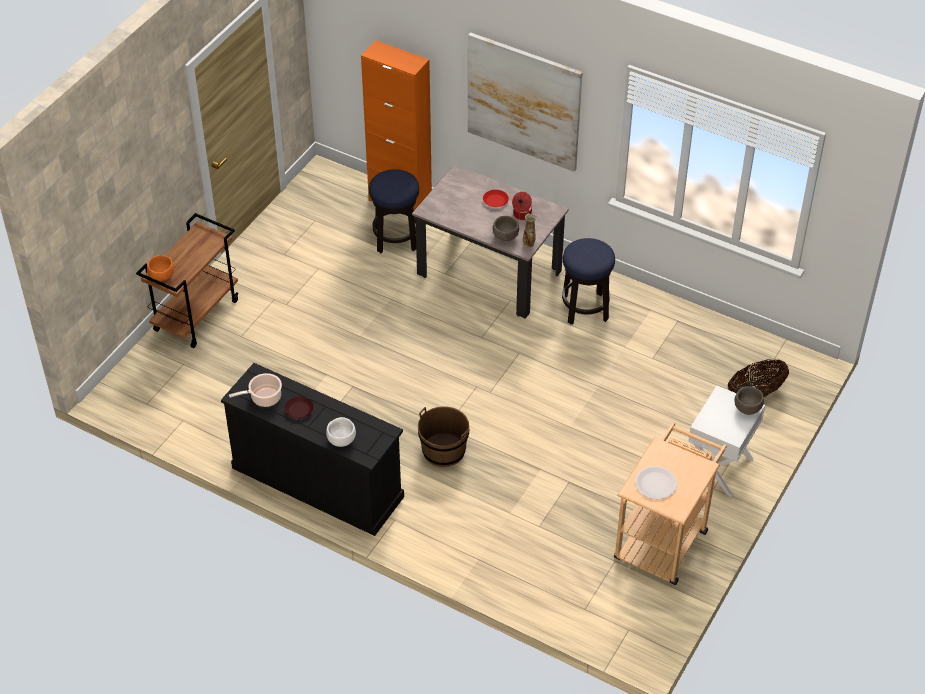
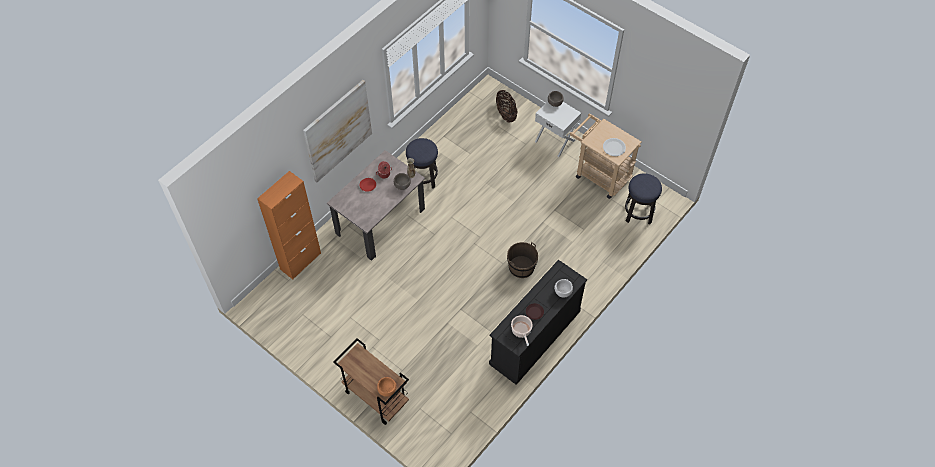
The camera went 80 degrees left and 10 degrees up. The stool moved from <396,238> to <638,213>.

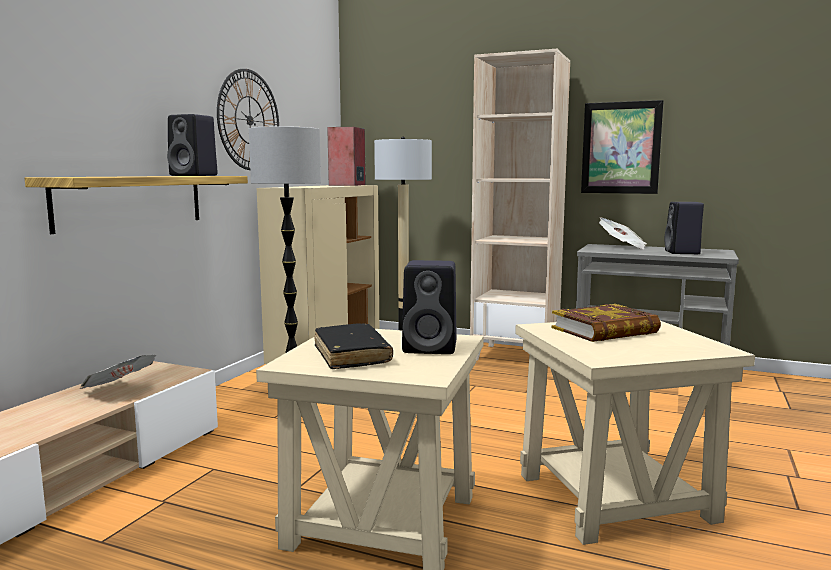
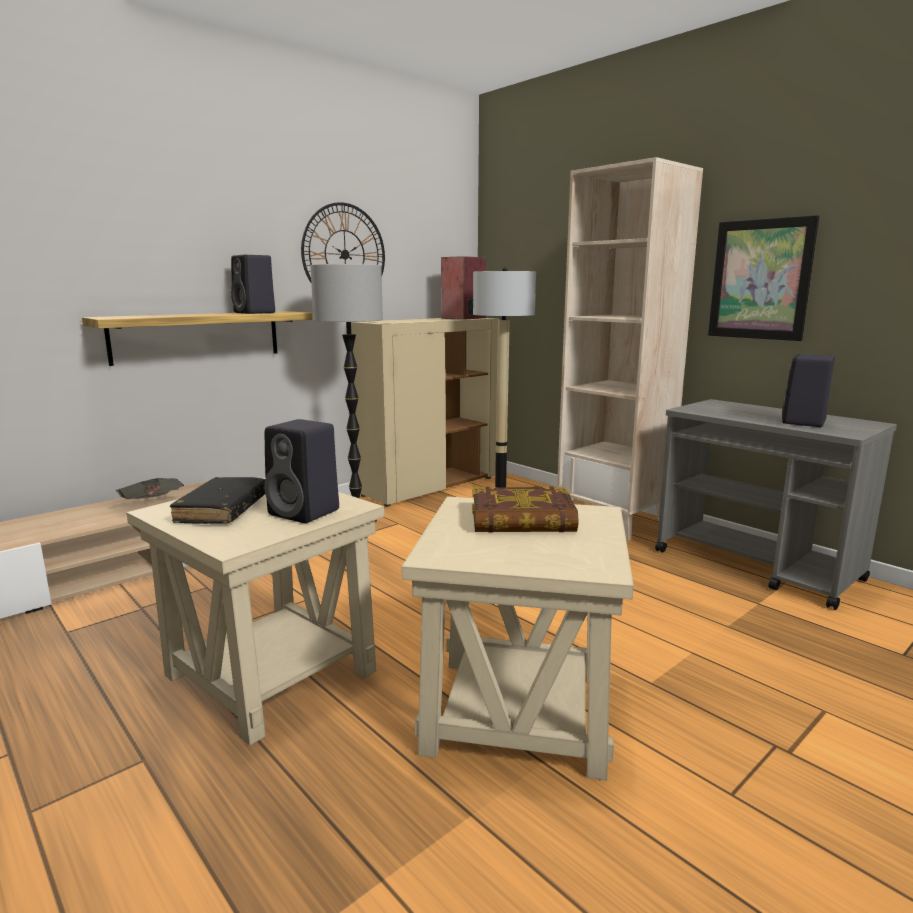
The camera went 25 degrees right and 5 degrees up. The daily paper at <622,247> disappeared.

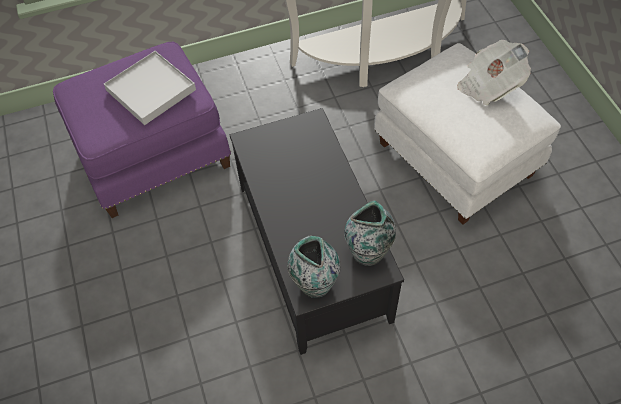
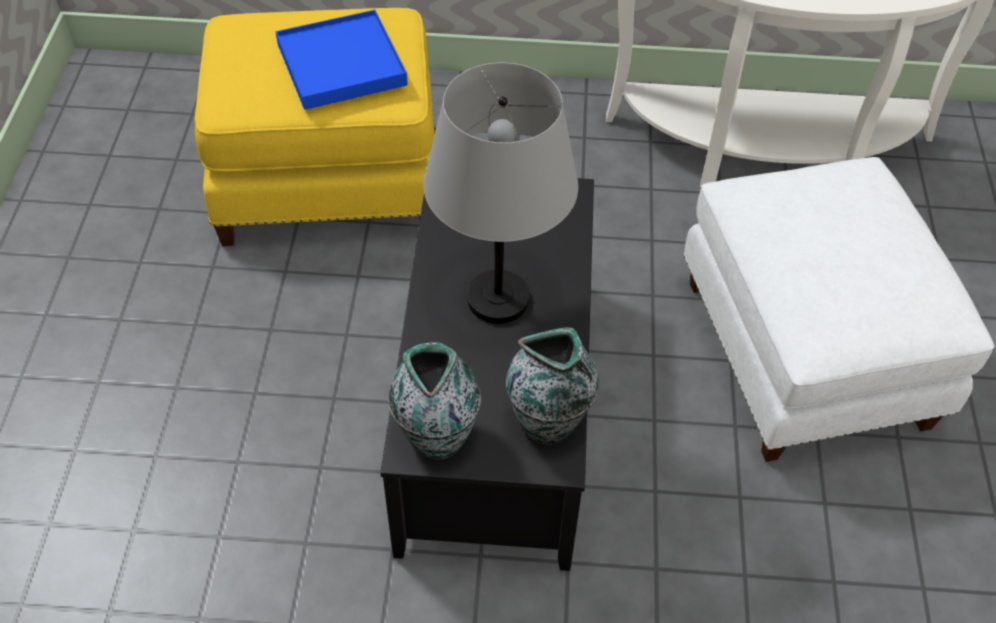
The camera went 20 degrees right and 5 degrees down. The purple pouffe at <153,155> became the yellowish pouffe at <329,179>. The whitish serving tray at <151,90> became the bluish serving tray at <342,64>. The greyish lamp for a table at <498,300> appeared. The daily paper at <489,84> disappeared.

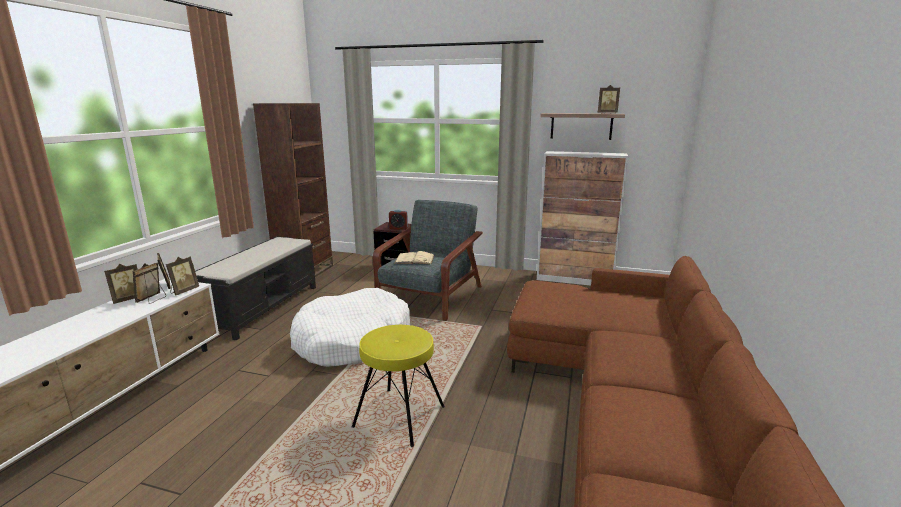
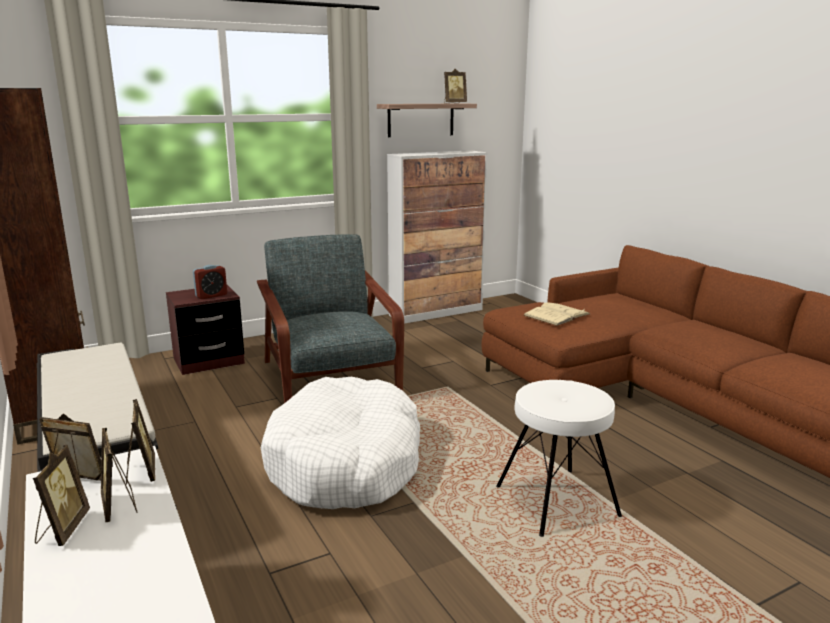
The camera went 45 degrees left and 0 degrees up. The yellowish stool at <399,417> became the whitish stool at <557,501>. The beige-coloured bound book moved from <414,259> to <556,315>.

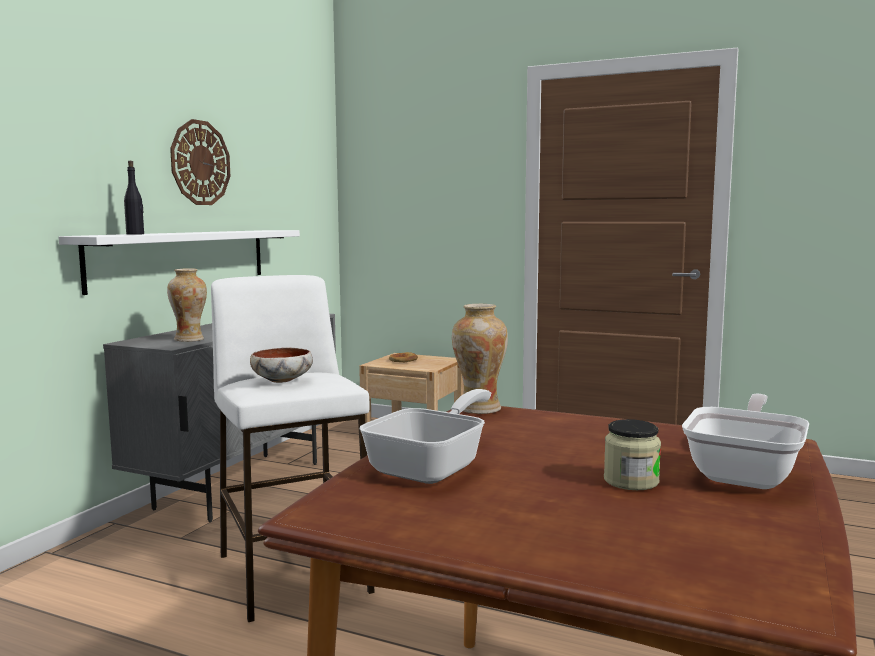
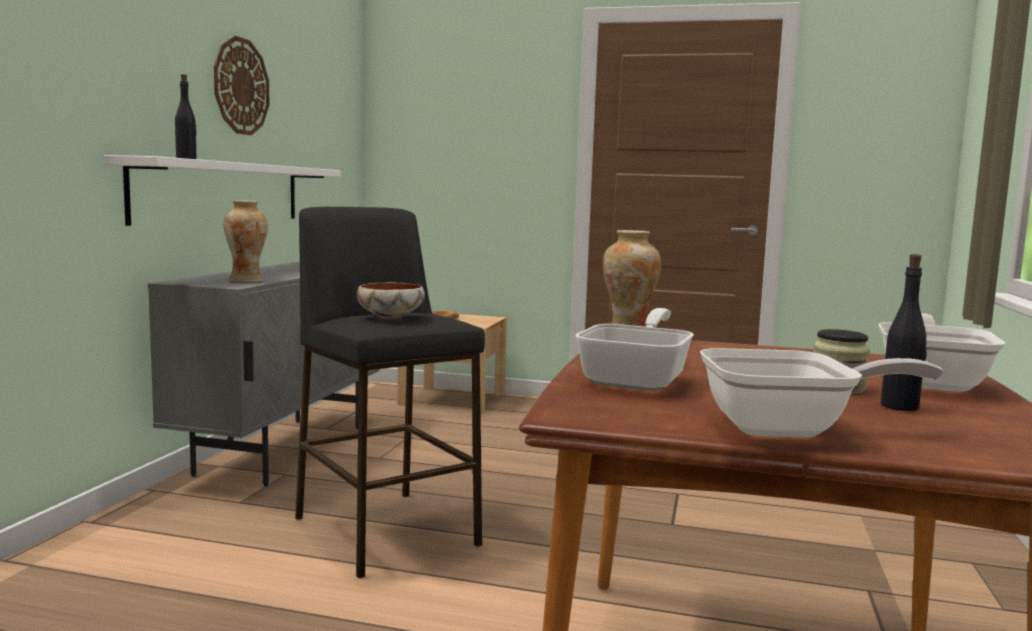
The camera went 10 degrees left and 0 degrees up. The whitish stool at <293,572> became the black-coloured stool at <385,530>. The frying pan at <789,429> appeared. The black-coloured beverage bottle at <900,406> appeared.

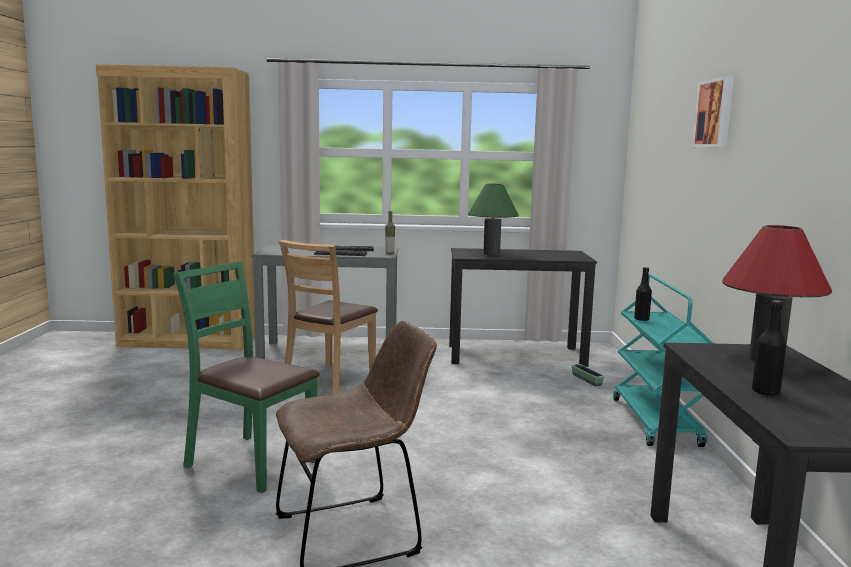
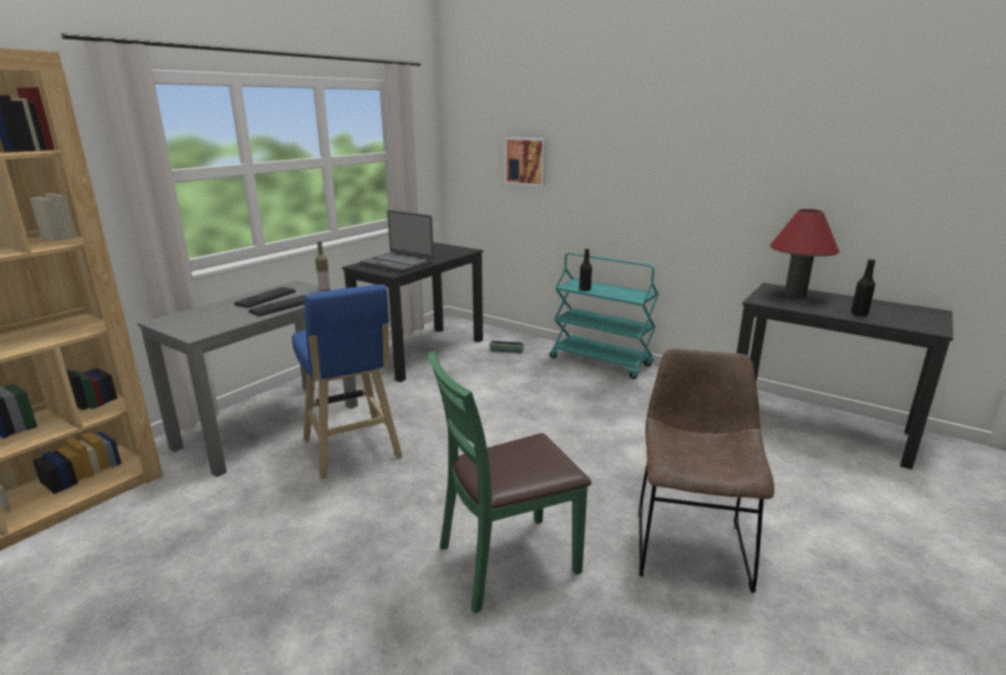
The camera went 55 degrees left and 10 degrees up. The brownish plain chair at <330,380> was replaced by the bluish stool at <352,451>. The green lamp for a table at <491,253> was replaced by the portable computer at <397,263>. The wall art moved from <715,113> to <526,161>.

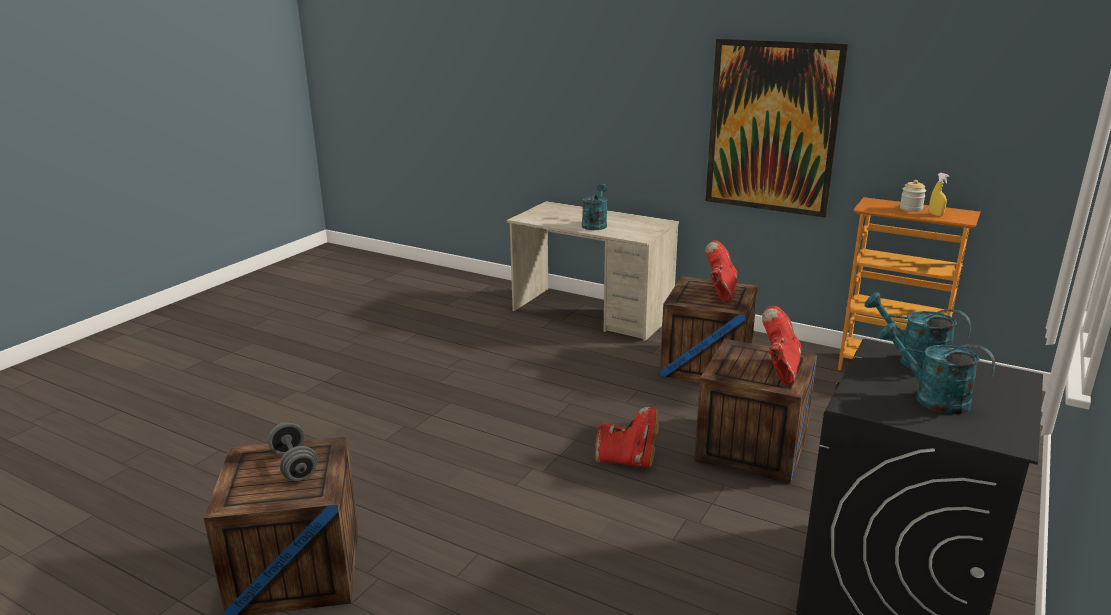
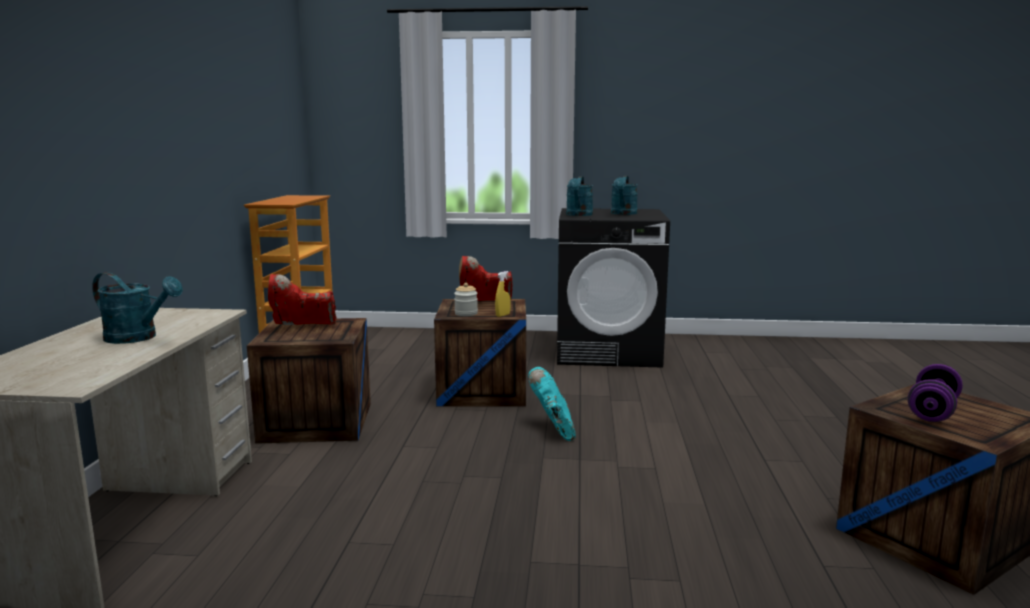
The camera went 115 degrees left and 10 degrees down. The blue-green watering pot at <595,224> turned 150 degrees counterclockwise. The storage jar moved from <911,209> to <466,313>. The yellowish hand sprayer moved from <935,214> to <502,315>. The red high-top boot at <628,461> became the blue-green high-top boot at <554,429>. The greyish hand weight at <294,465> became the purple hand weight at <932,411>. The wall art at <772,127> disappeared.

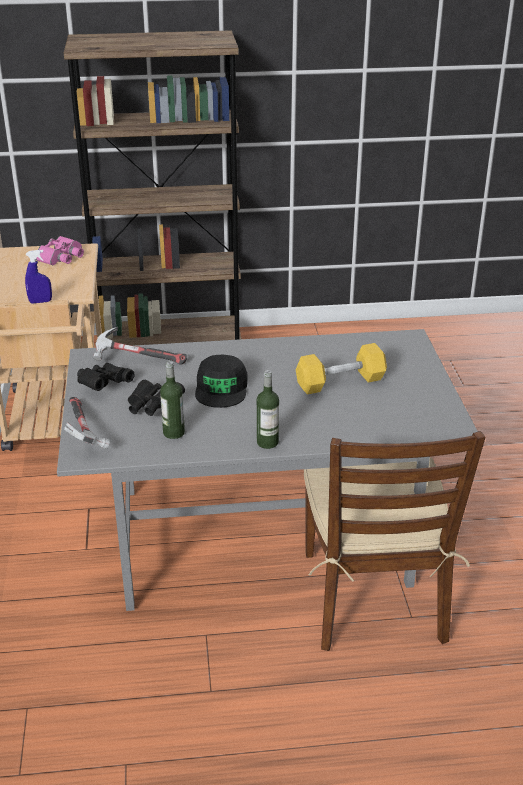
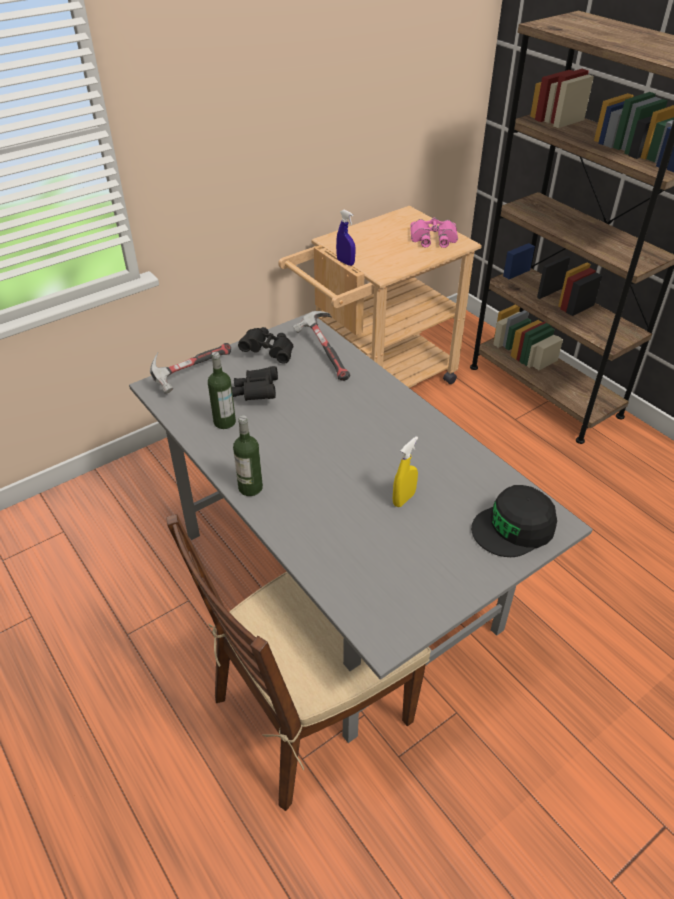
The camera went 60 degrees right and 10 degrees up. The yellowish hand weight at <340,382> was replaced by the yellowish hand sprayer at <404,499>. The black-coloured baseball cap moved from <222,388> to <514,528>.

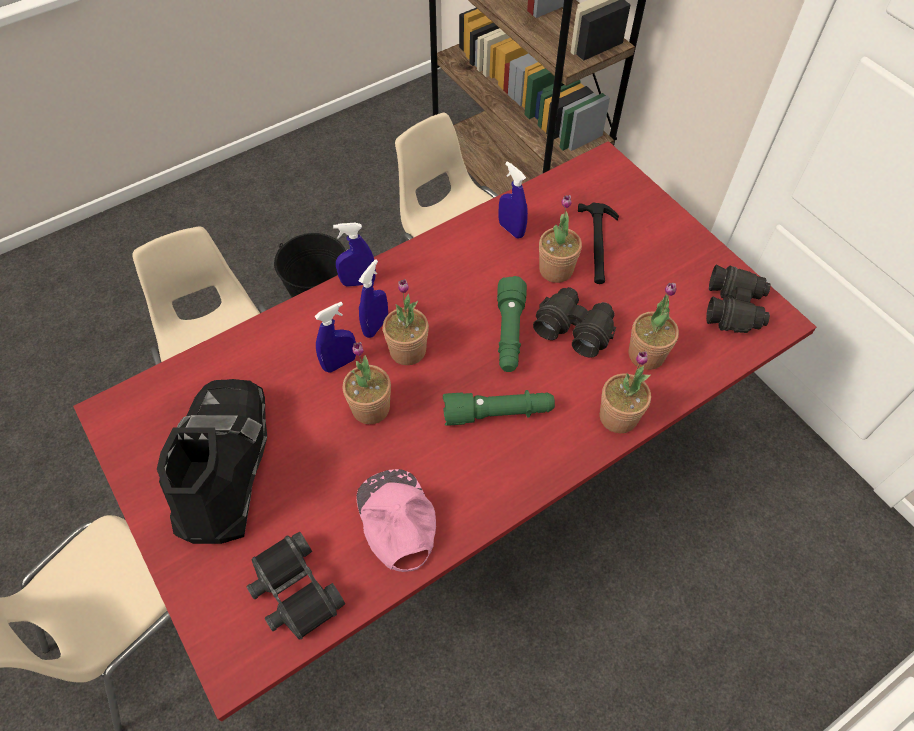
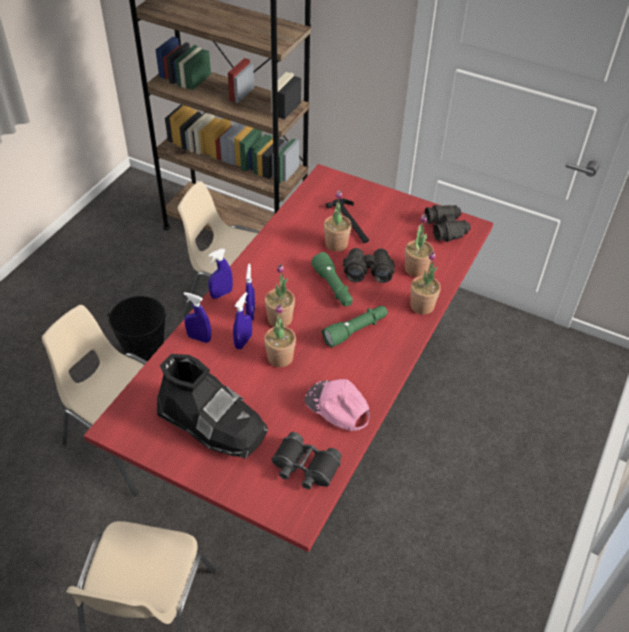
The camera went 30 degrees left and 10 degrees down. The black-coloured high-top boot at <224,465> turned 150 degrees clockwise. The bluish hand sprayer moved from <511,229> to <199,338>.

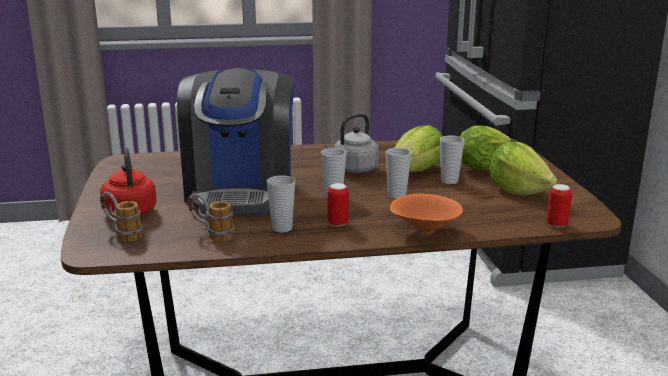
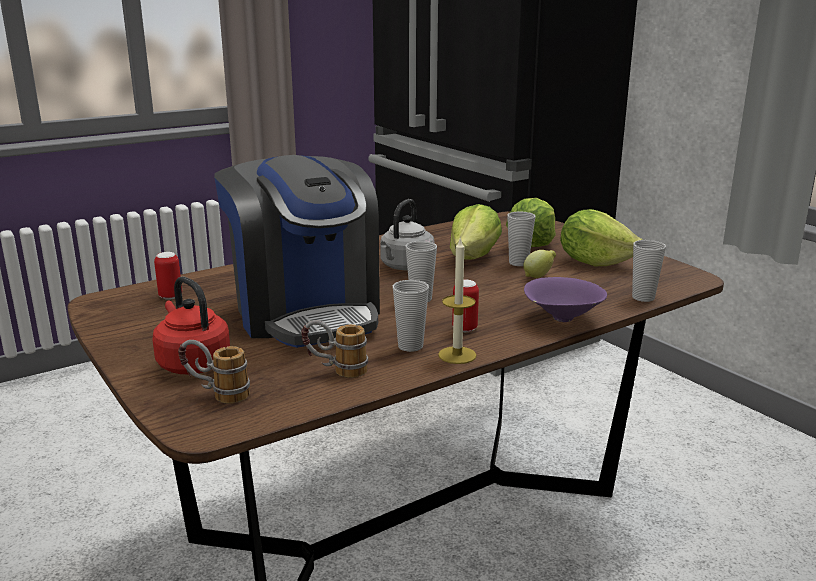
The camera went 25 degrees left and 0 degrees up. The sealed can moved from <556,224> to <170,296>. The wax light at <457,355> appeared. The whole lemon at <538,276> appeared. The orange-coloured bowl at <423,231> became the purple bowl at <561,319>. The drinking cup moved from <397,195> to <643,298>.

